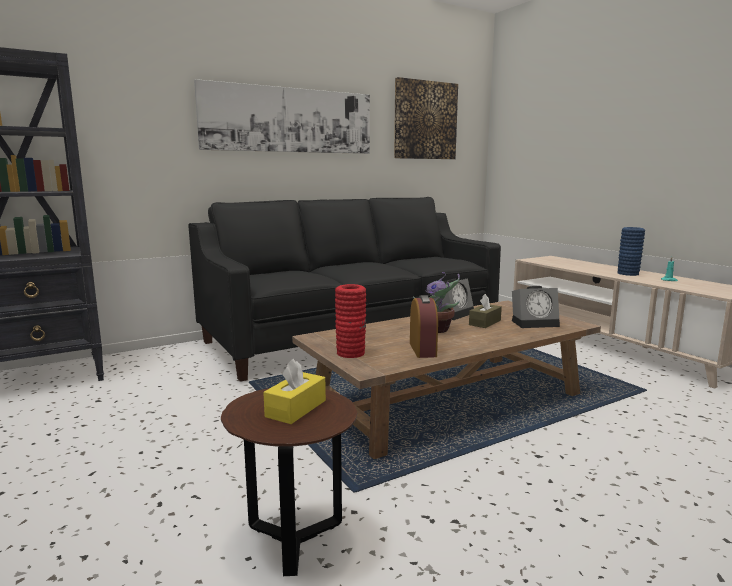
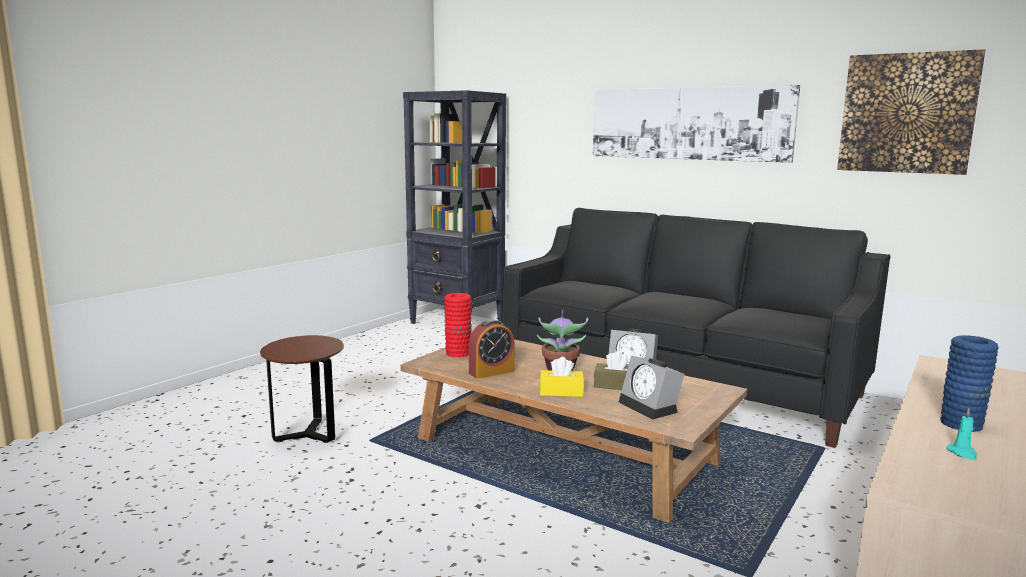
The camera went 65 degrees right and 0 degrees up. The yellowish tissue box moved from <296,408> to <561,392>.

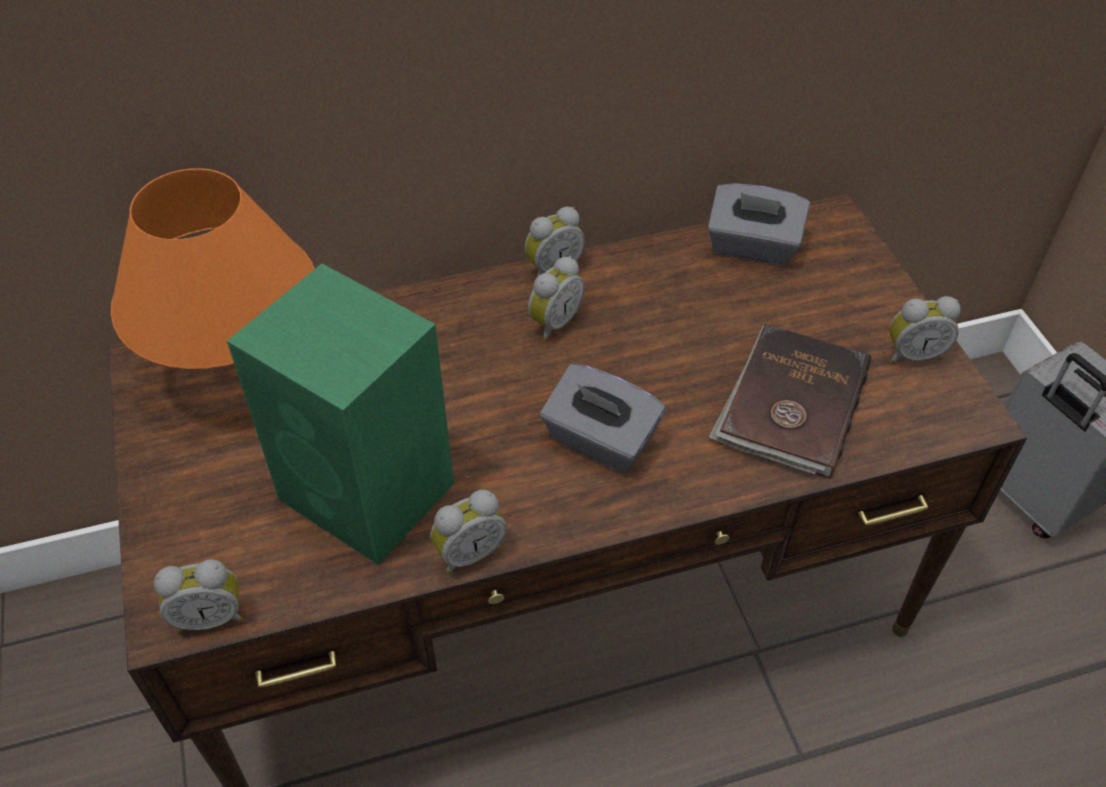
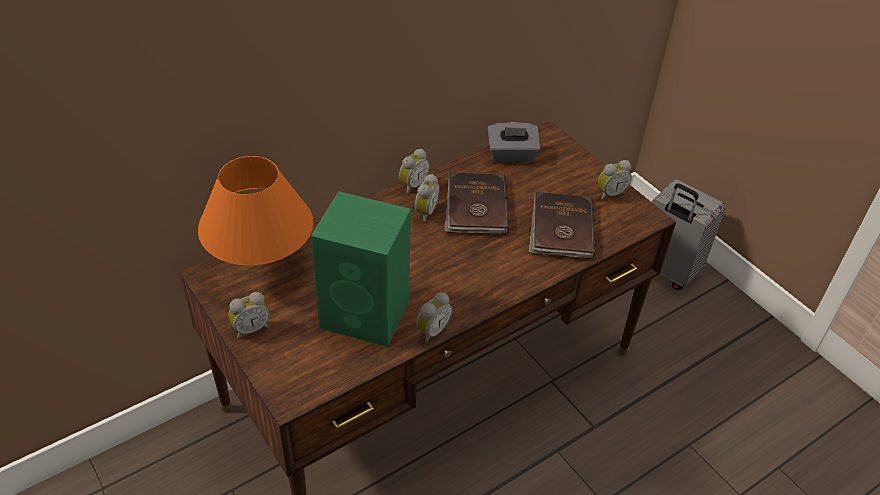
The camera went 20 degrees left and 5 degrees down. The table clock moved from <210,616> to <250,328>. The brownish bound book at <476,207> appeared. The greyish tissue box at <600,441> disappeared.

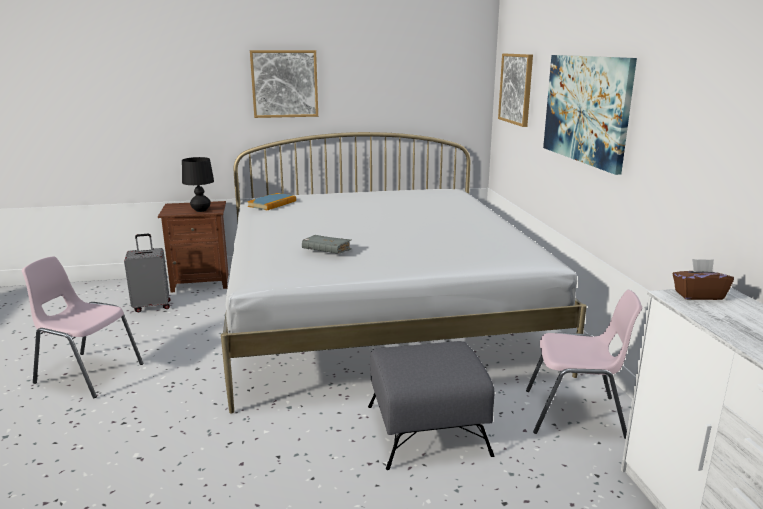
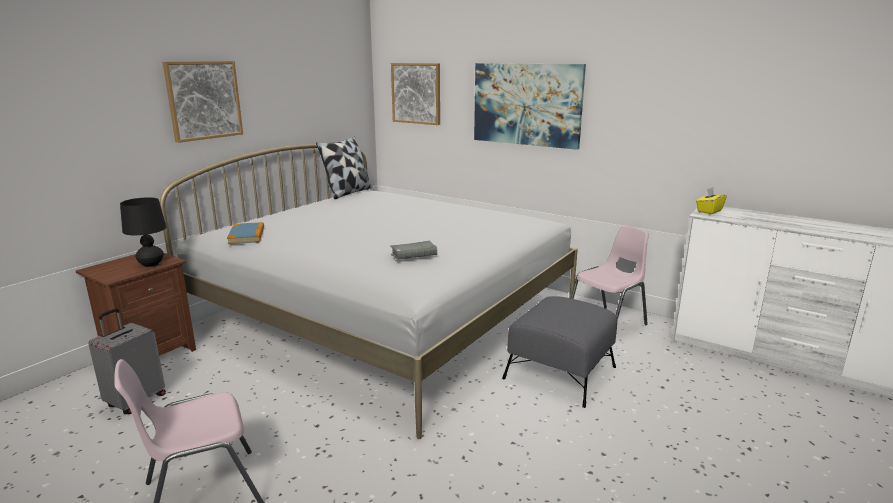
The camera went 45 degrees left and 0 degrees up. The cushion at <348,192> appeared. The brownish tissue box at <698,295> became the yellowish tissue box at <709,211>.

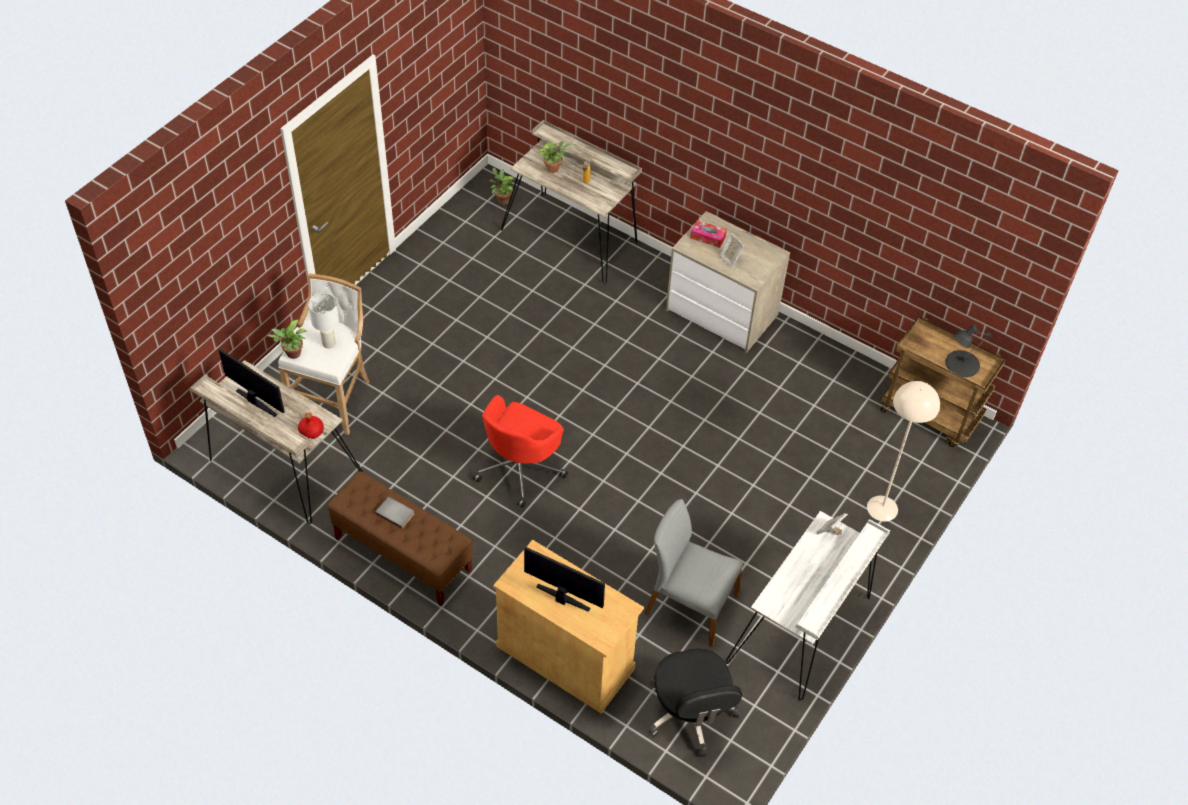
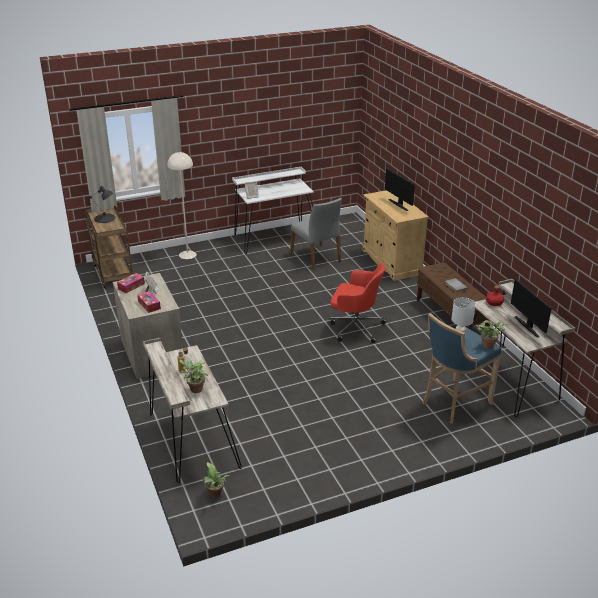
The camera went 145 degrees left and 20 degrees down. The tissue box at <131,286> appeared. The red computer chair at <520,468> turned 45 degrees clockwise. The whitish stool at <334,398> became the bluish stool at <453,403>. The black-coloured computer chair at <690,714> disappeared.

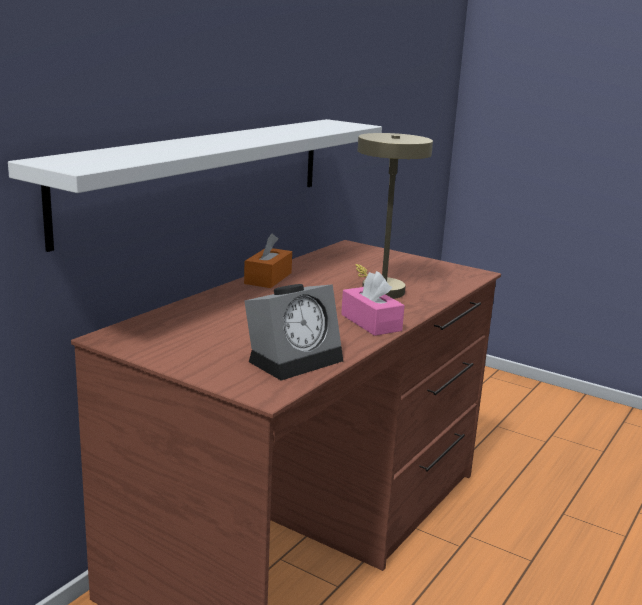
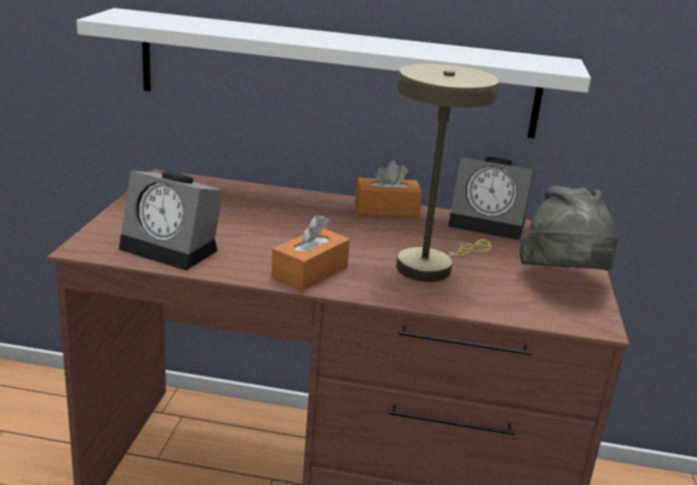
The camera went 65 degrees right and 5 degrees up. The pink tissue box at <371,322> became the orange-coloured tissue box at <310,272>. The table clock at <489,223> appeared. The greyish wearable hat at <563,282> appeared.

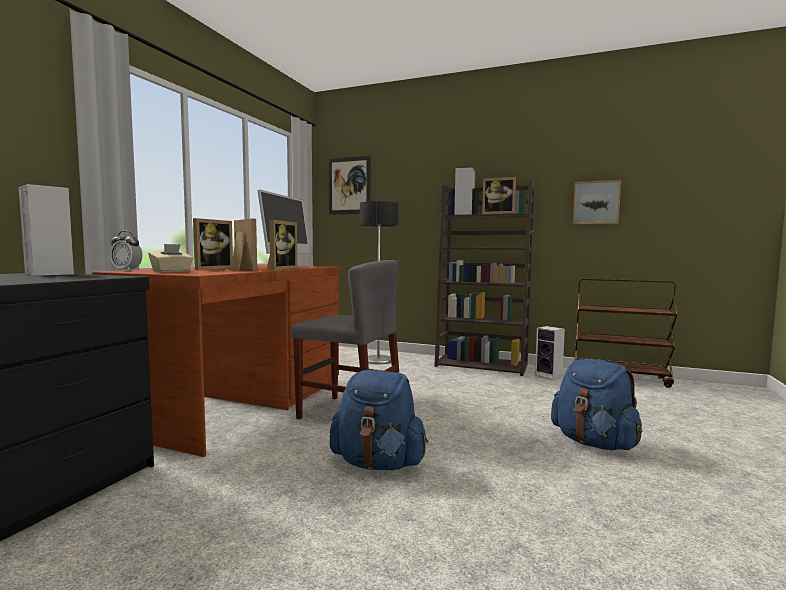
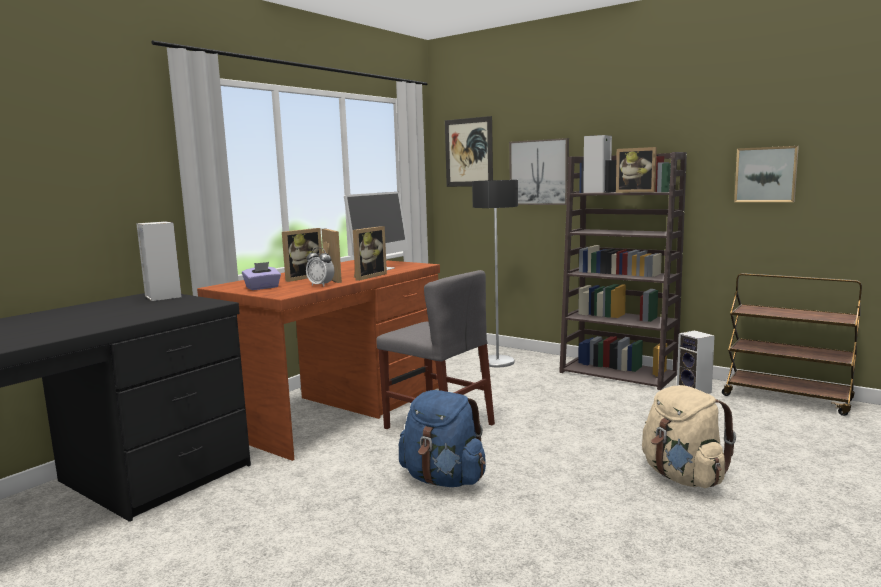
The camera went 15 degrees right and 5 degrees up. The beige-coloured tissue box at <172,271> became the purple tissue box at <262,288>. The table clock moved from <127,270> to <321,285>. The wall art at <539,172> appeared. The bluish rucksack at <594,443> became the beige-coloured rucksack at <683,477>.

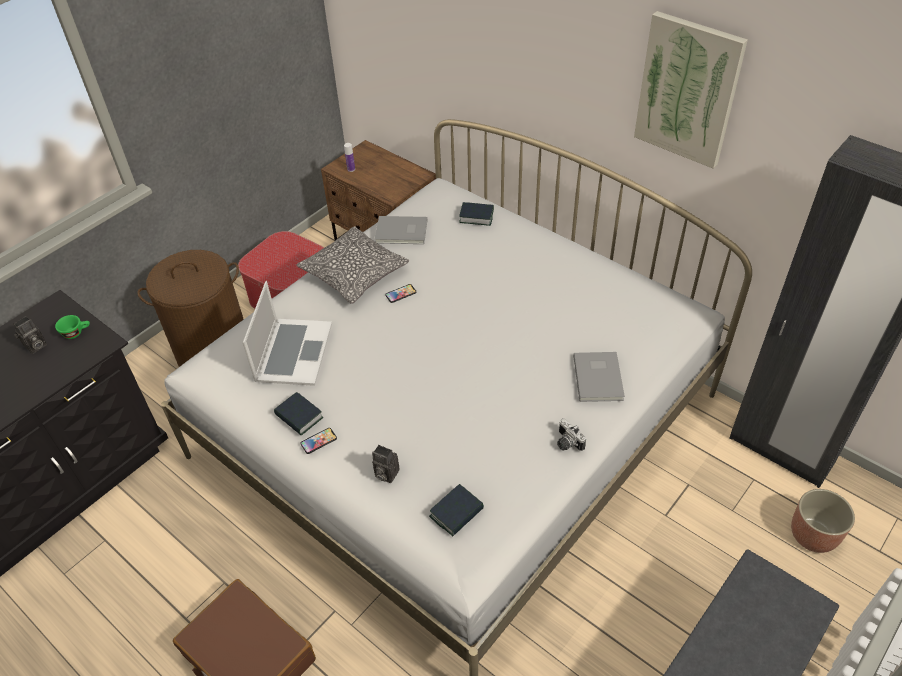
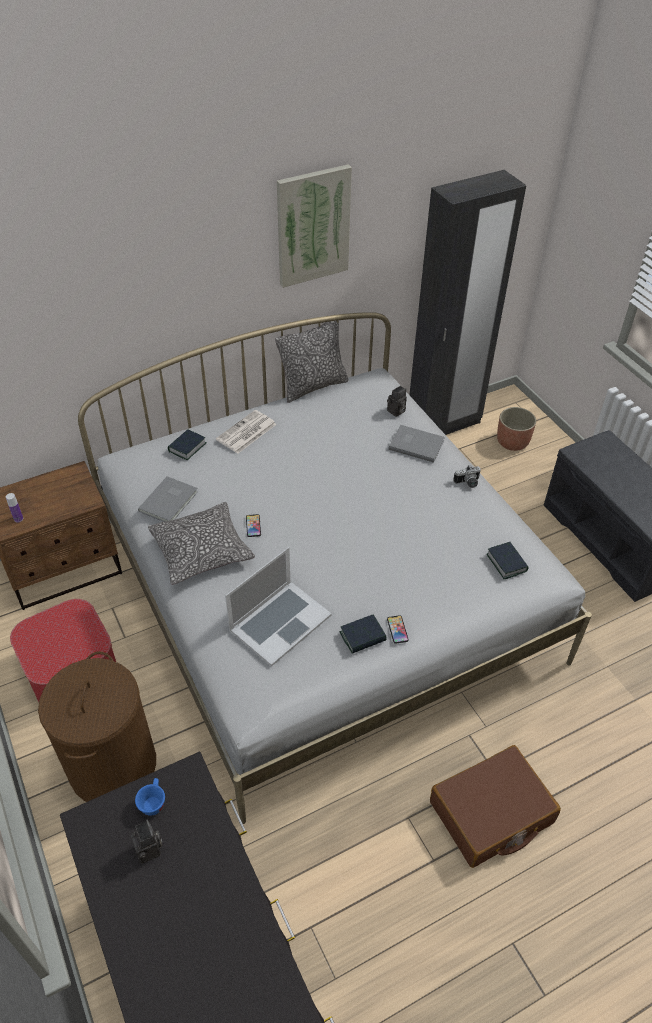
The camera went 70 degrees left and 0 degrees up. The green drinking cup at <76,332> became the bluish drinking cup at <153,801>. The daily paper at <246,433> appeared. The portable computer at <293,352> turned 105 degrees clockwise. The cushion at <313,386> appeared. The photo camera moved from <385,474> to <396,412>.

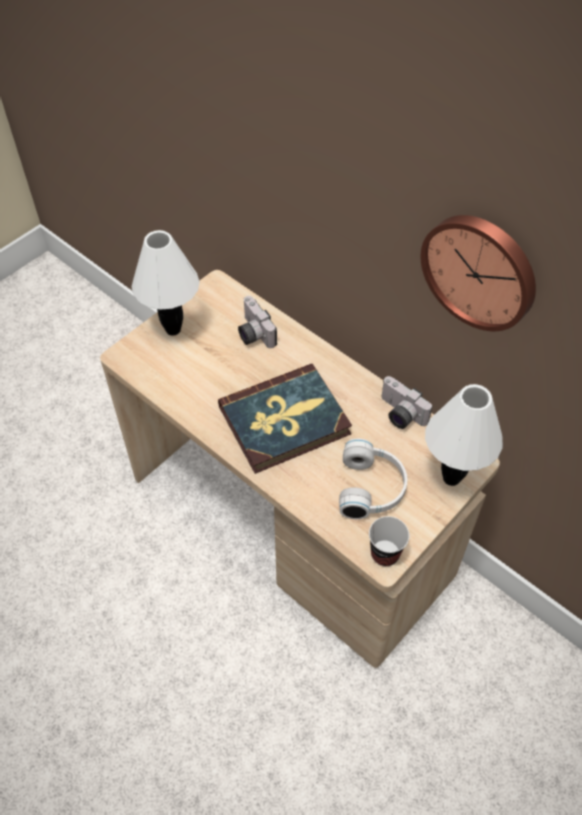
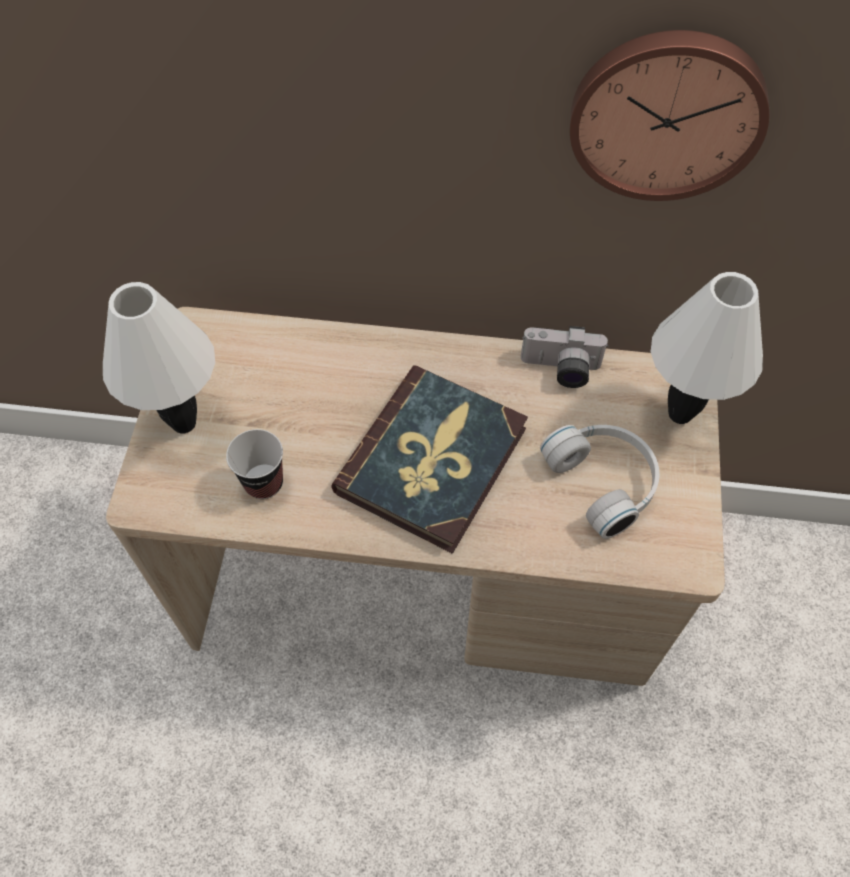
The camera went 35 degrees left and 5 degrees up. The drinking cup moved from <385,554> to <263,483>. The photo camera at <253,333> disappeared.

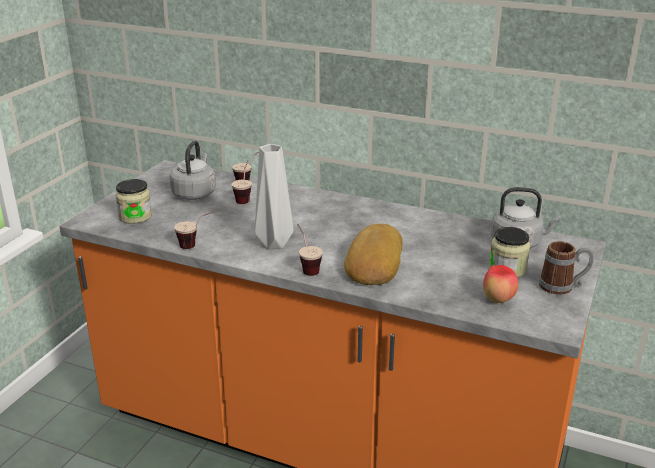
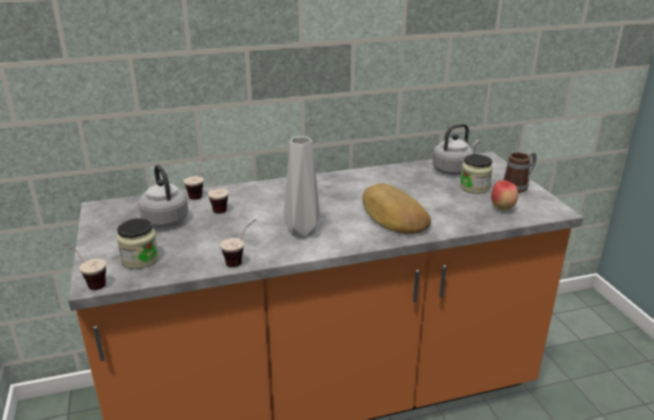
The camera went 40 degrees left and 0 degrees up. The drinking cup moved from <307,267> to <89,283>.

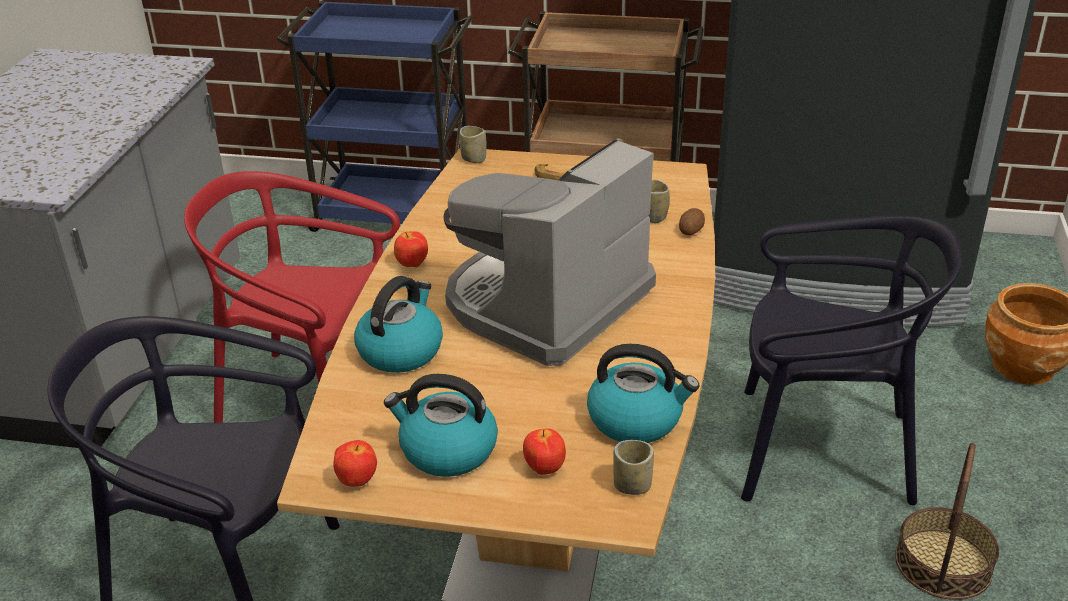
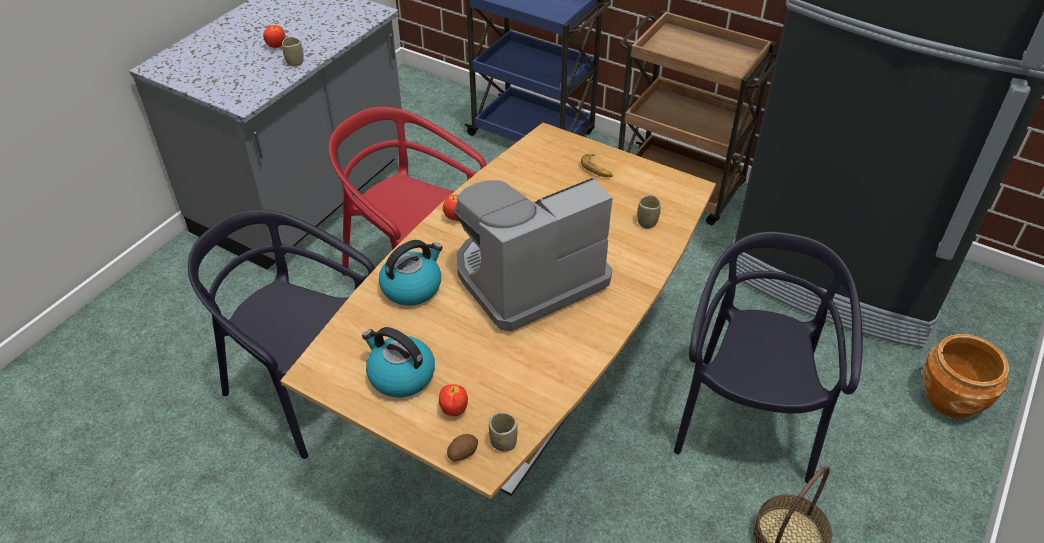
The camera went 20 degrees right and 10 degrees up. The whole apple moved from <358,480> to <276,46>. The drinking cup moved from <474,159> to <295,62>. The whole potato moved from <690,230> to <462,452>. The black-coloured plain chair at <821,450> turned 105 degrees counterclockwise. The kettle at <636,419> disappeared.

